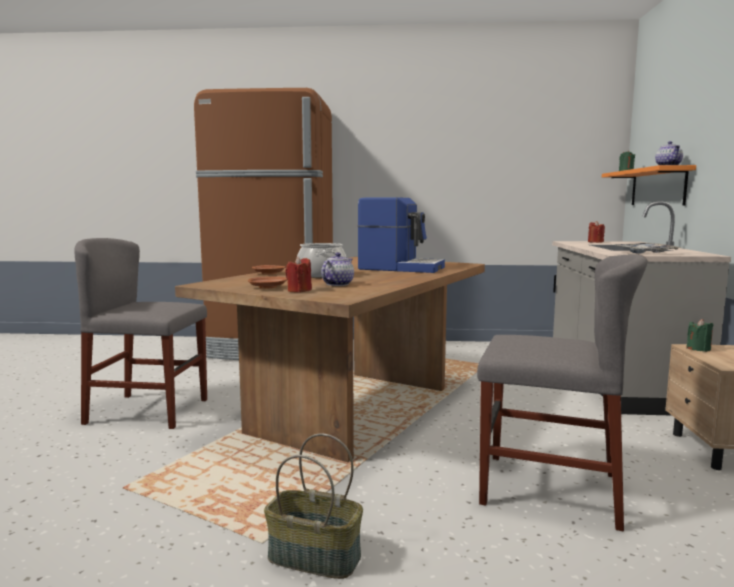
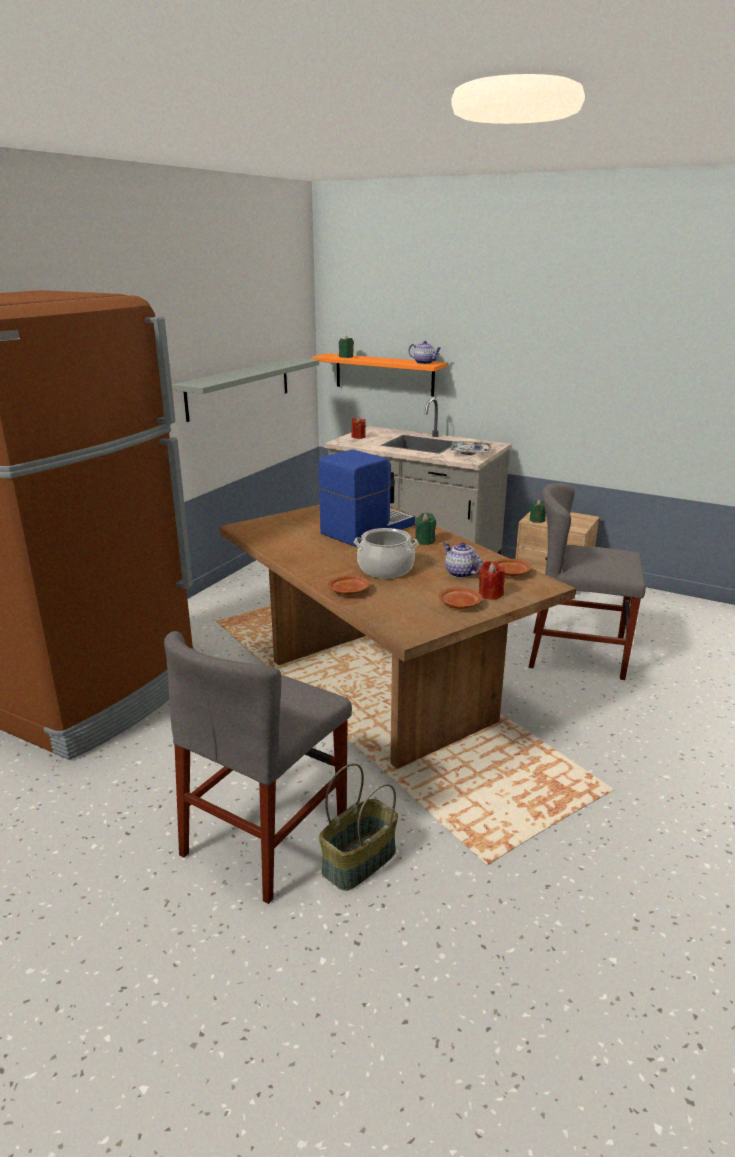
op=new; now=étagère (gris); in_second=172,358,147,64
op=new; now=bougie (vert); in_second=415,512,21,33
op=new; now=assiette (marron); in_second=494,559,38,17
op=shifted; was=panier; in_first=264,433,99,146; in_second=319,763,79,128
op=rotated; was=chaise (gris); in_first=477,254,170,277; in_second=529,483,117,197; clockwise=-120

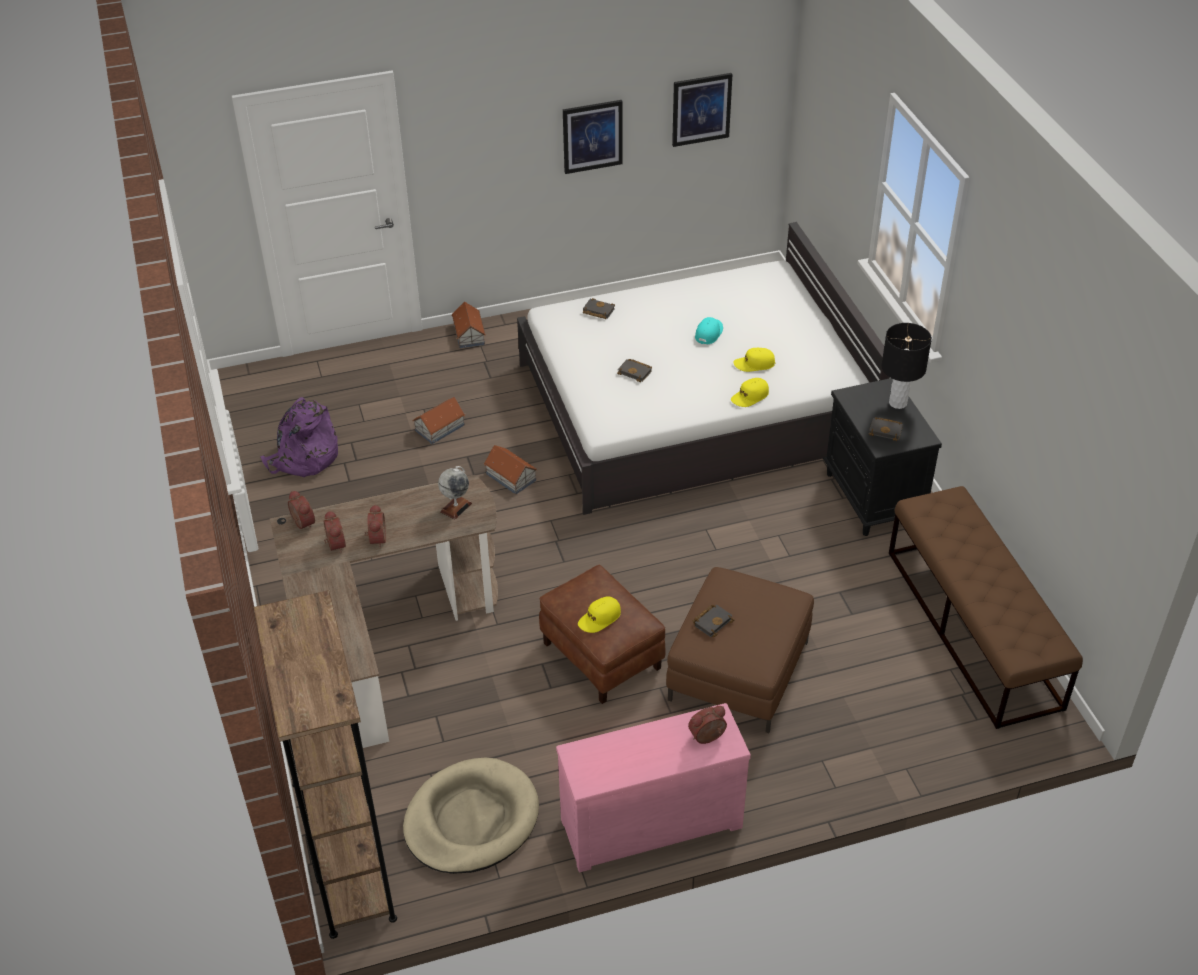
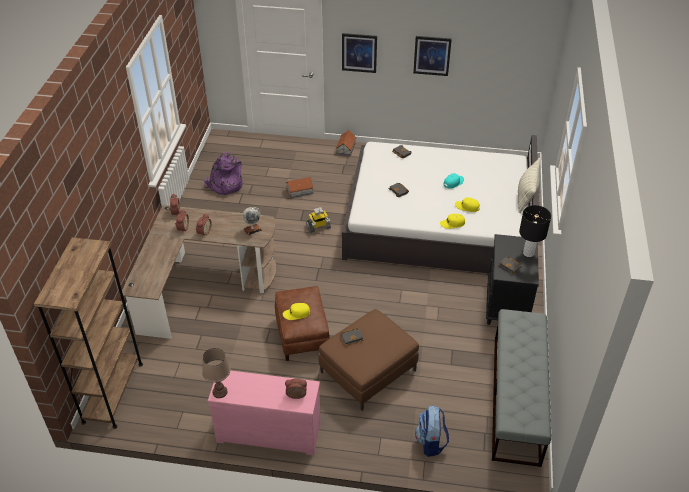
op=gone; was=panier pour chien (beige); in_first=403,758,136,116
op=new; now=lampe de table (marron); in_second=202,348,28,50
op=new; now=sac à dos; in_second=415,405,34,52
op=new; now=coussin; in_second=518,158,22,55
op=shifted; was=tableau; in_first=672,73,60,74; in_second=342,33,35,40
op=swapped; was=maison miniature; now=robot jouet; in_first=484,445,53,49; in_second=306,207,25,26
op=repainted; was=banc (marron); now=banc (gris); in_first=889,486,194,243; in_second=492,309,59,158

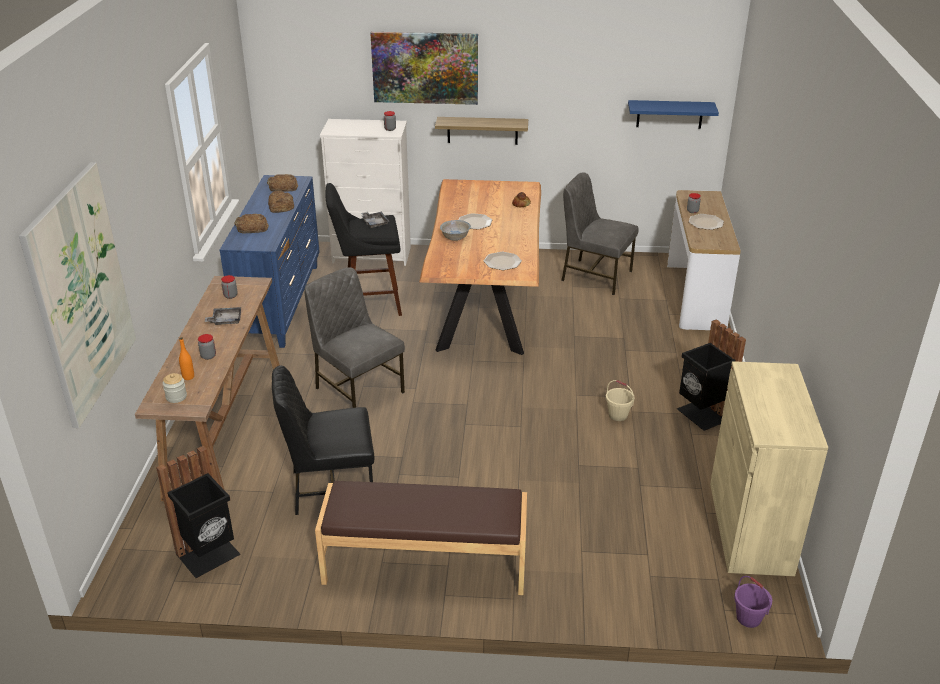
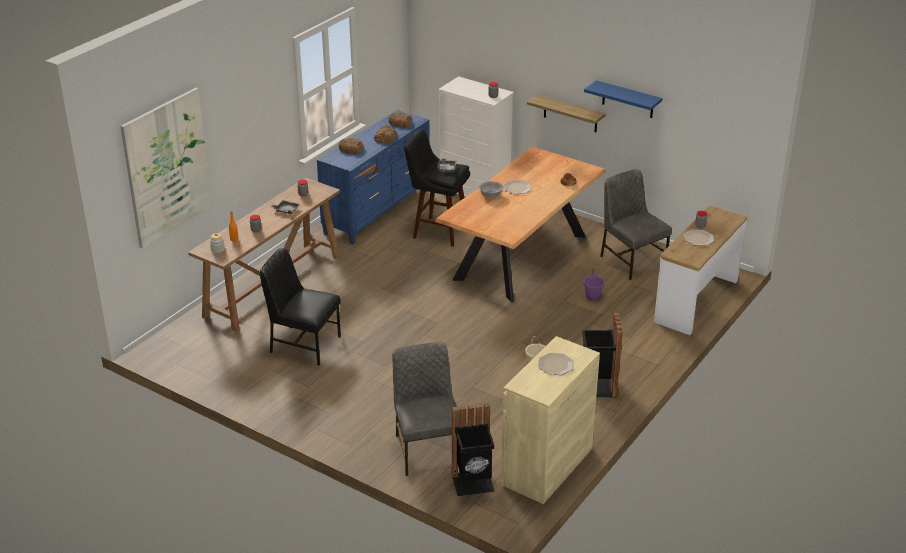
op=gone; was=banc (marron); in_first=315,481,212,114
op=gone; was=tableau; in_first=370,32,108,73
op=shifted; was=poubelle (noir); in_first=156,446,85,132; in_second=452,403,43,93
op=shifted; was=chaise (gris); in_first=304,267,101,141; in_second=392,342,68,134
op=shifted; was=assiette; in_first=484,252,38,18; in_second=538,353,36,22
op=shifted; was=étagère (bleu); in_first=628,100,91,29; in_second=584,80,79,38
op=shifted; was=seau (violet); in_first=734,576,38,52; in_second=583,269,22,32

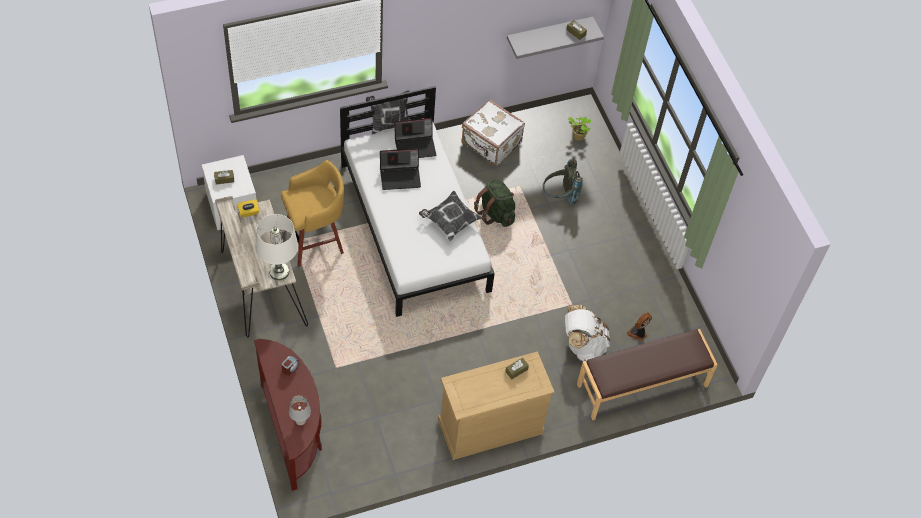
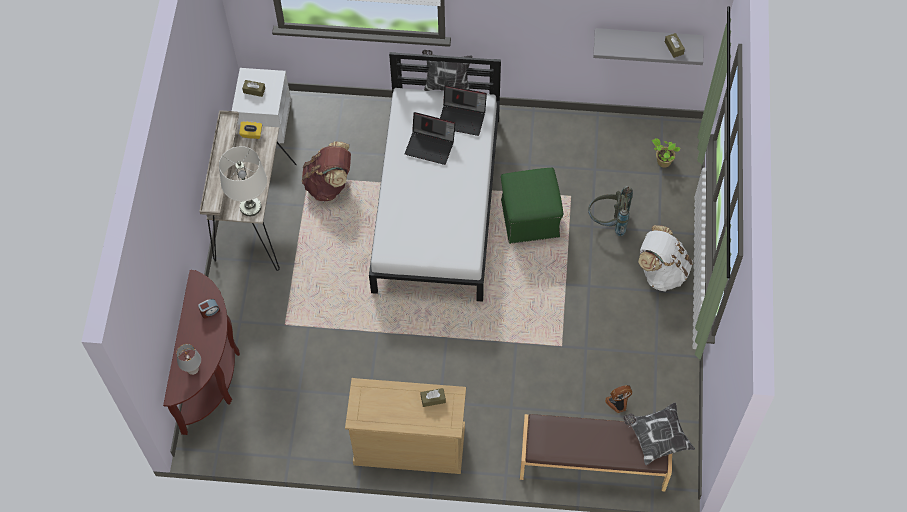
op=gone; was=valise (blanc); in_first=462,99,63,67
op=shifted; was=coussin; in_first=419,191,63,50; in_second=623,403,72,62
op=shifted; was=sac à dos (blanc); in_first=565,305,45,57; in_second=638,225,55,67
op=swapped; was=tabouret (jaune); now=sac à dos (marron); in_first=281,160,63,107; in_second=302,141,49,60
op=swapped; was=sac à dos (vert); now=pouf (vert); in_first=474,179,41,48; in_second=501,167,62,77

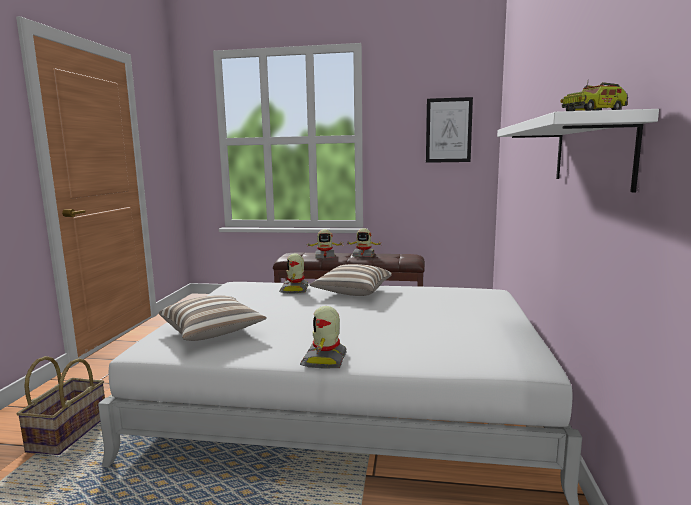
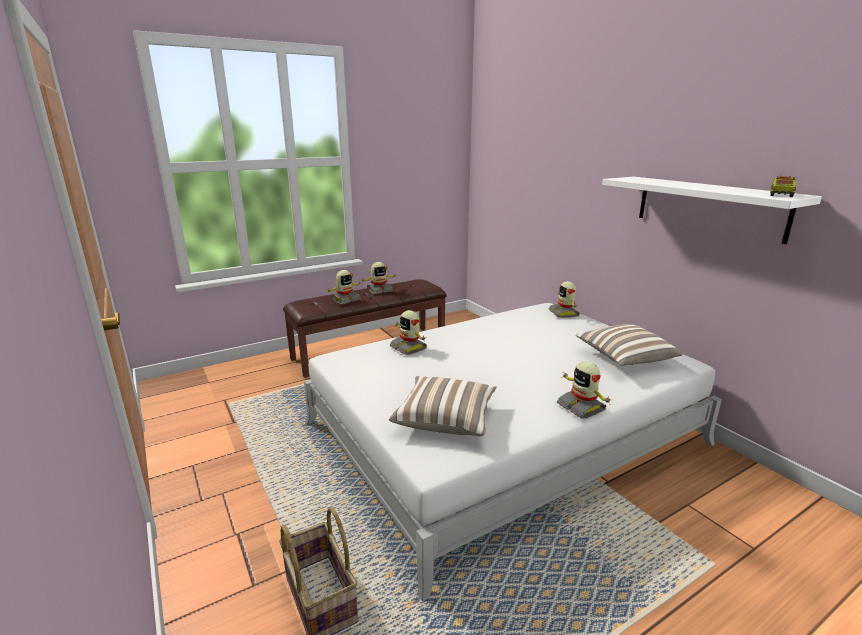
op=gone; was=tableau; in_first=426,97,47,66
op=new; now=robot jouet; in_second=549,281,30,37
op=shifted; was=coussin; in_first=309,264,83,32; in_second=576,324,107,42

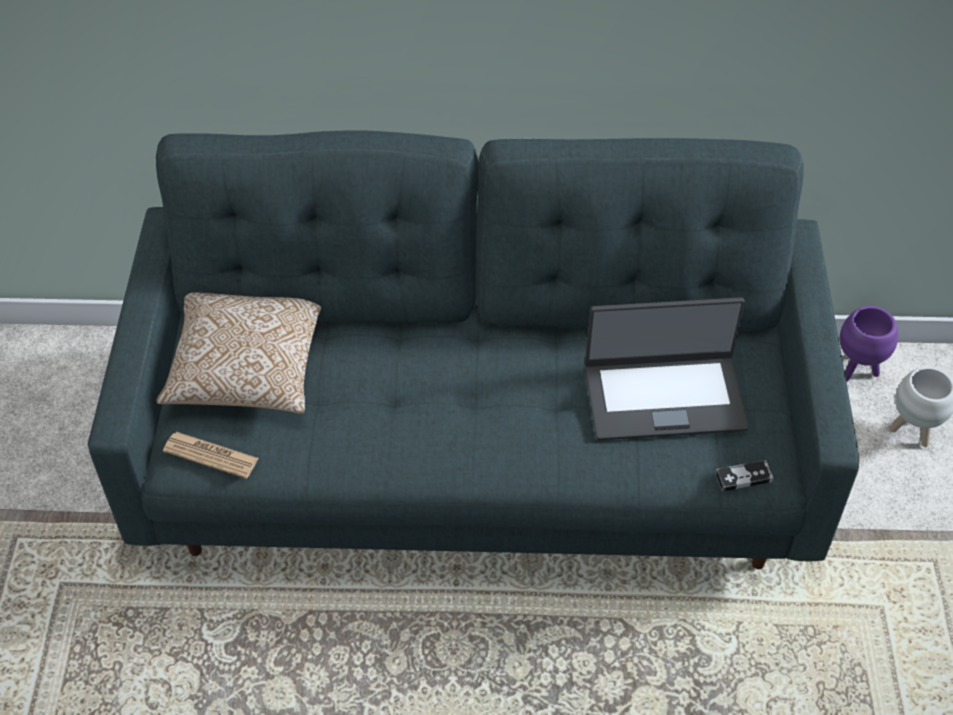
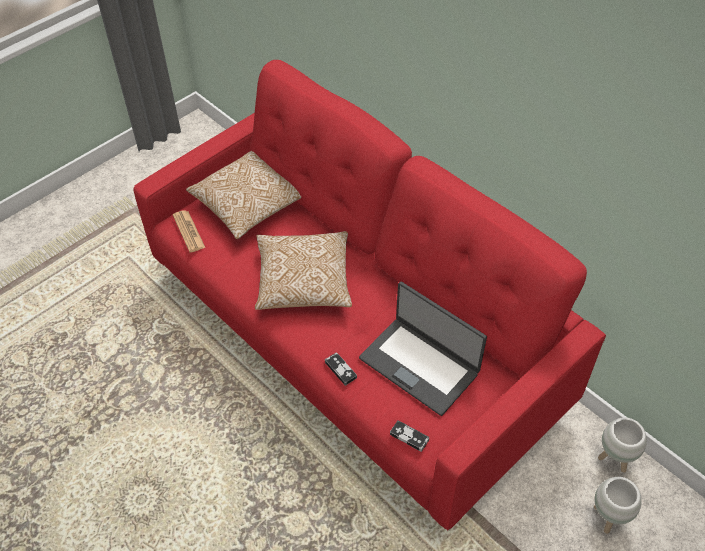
op=new; now=coussin; in_second=255,231,97,79
op=new; now=manette; in_second=325,352,32,34
op=repainted; was=canapé (gris); now=canapé (rouge); in_first=88,130,771,439; in_second=133,60,473,470
op=repainted; was=cache-pot (violet); now=cache-pot (blanc); in_first=840,306,58,76; in_second=598,417,49,56

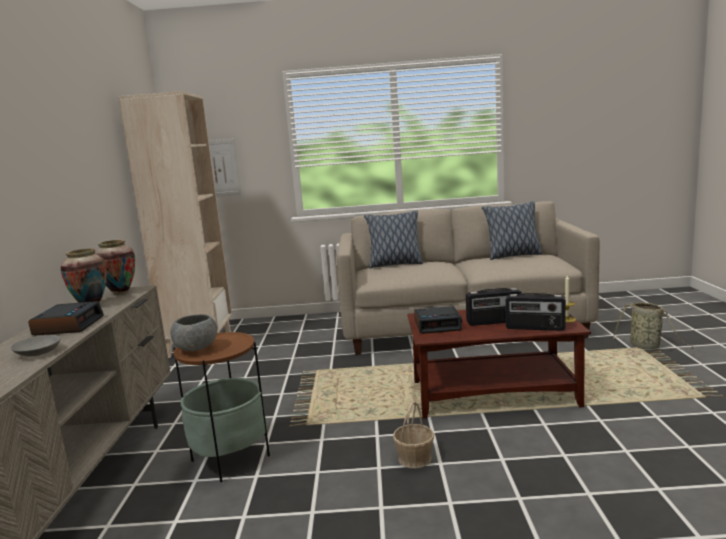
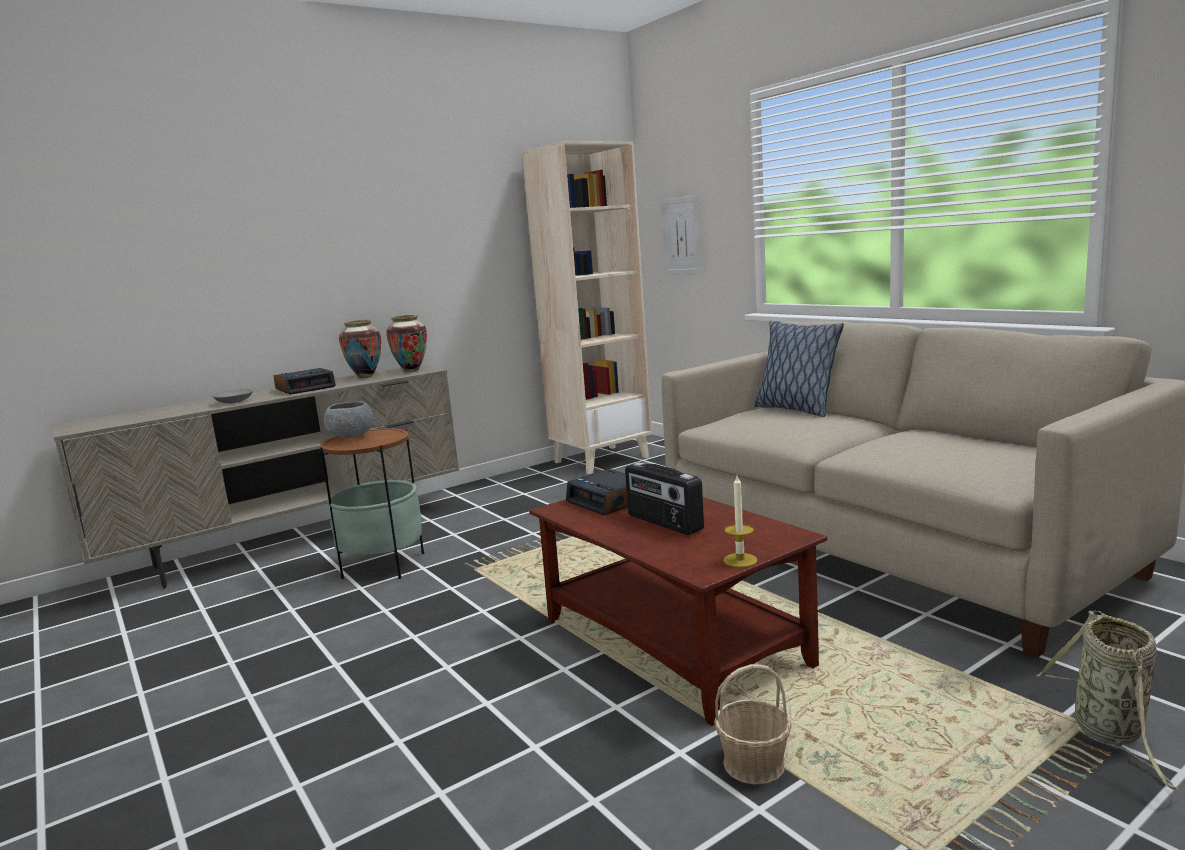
op=gone; was=coussin; in_first=482,201,61,59
op=gone; was=radio; in_first=505,293,61,38
op=shifted; was=panier; in_first=393,401,41,67; in_second=714,664,78,121

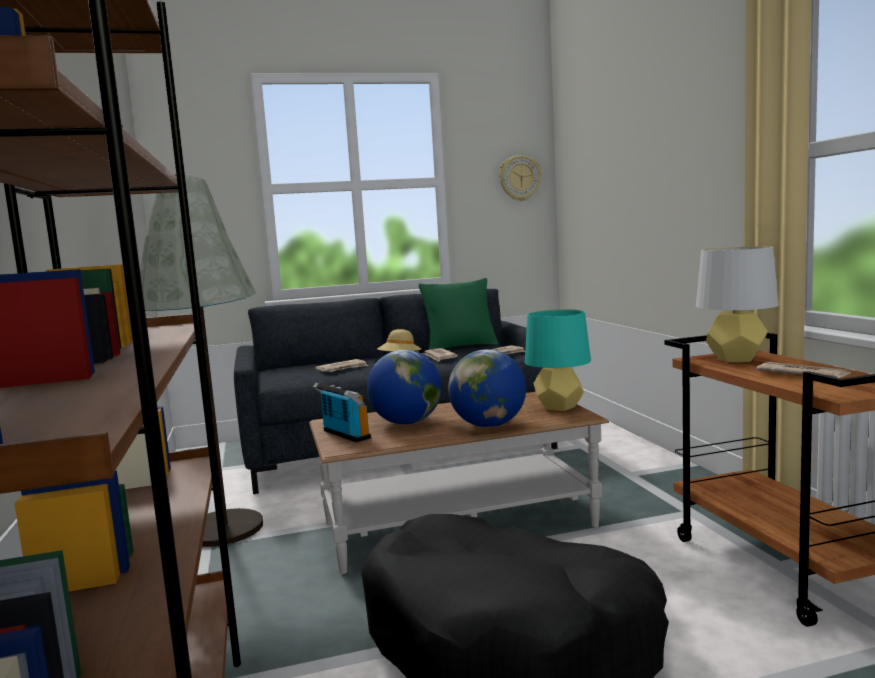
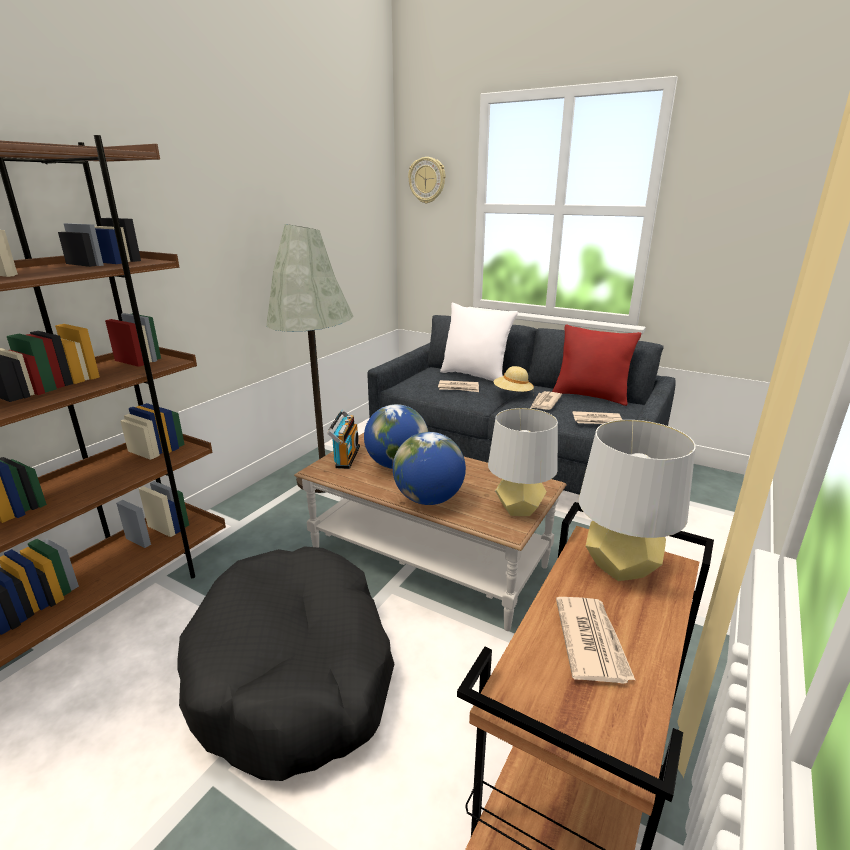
op=new; now=coussin (blanc); in_second=440,303,78,78
op=shifted; was=horloge murale; in_first=499,155,42,46; in_second=408,157,37,47
op=repainted; was=coussin (vert); now=coussin (rouge); in_first=419,278,80,72; in_second=552,324,89,82
op=repainted; was=lampe de table (turquoise); now=lampe de table (gris); in_first=525,309,66,102; in_second=488,408,70,108

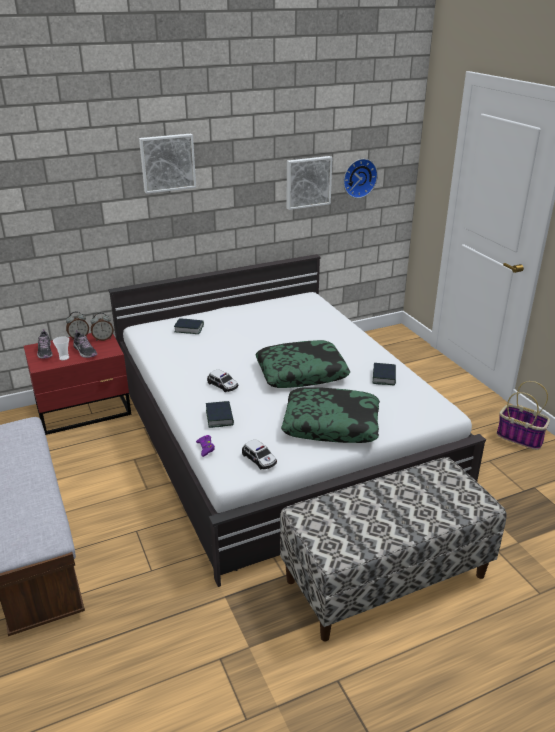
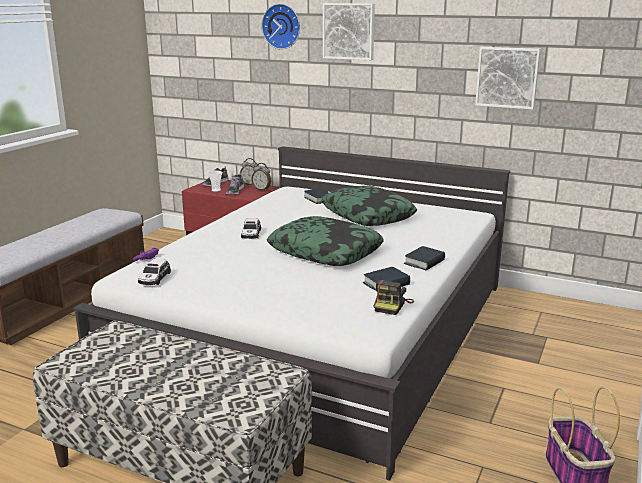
op=new; now=appareil photo; in_second=373,280,41,35
op=shifted; was=livre; in_first=206,401,28,27; in_second=404,246,41,24
op=shifted; was=coussin; in_first=281,388,99,55; in_second=321,186,96,40
op=shifted; was=horloge murale; in_first=343,159,35,39; in_second=262,4,38,46

